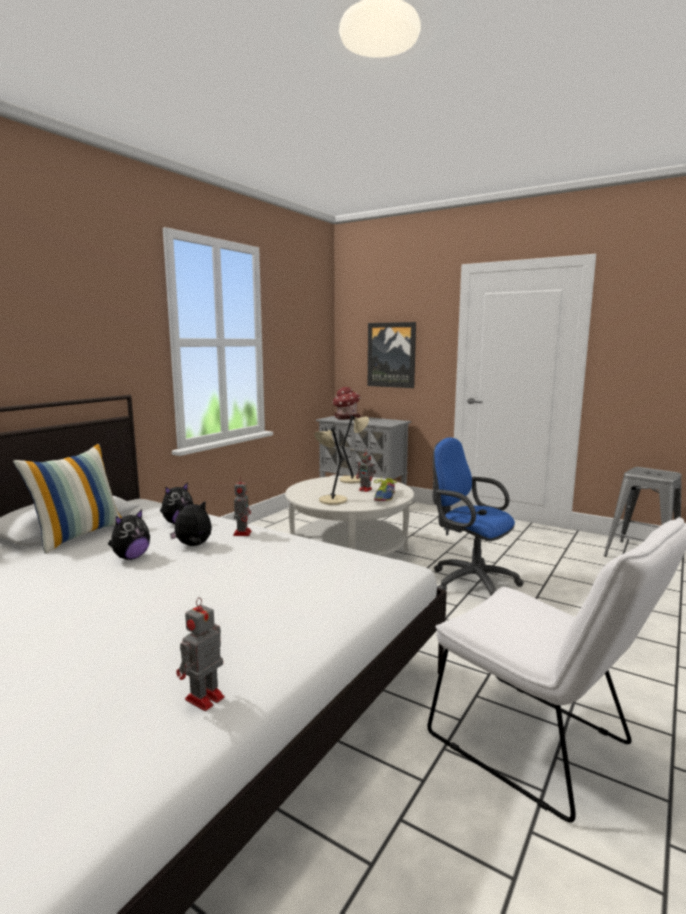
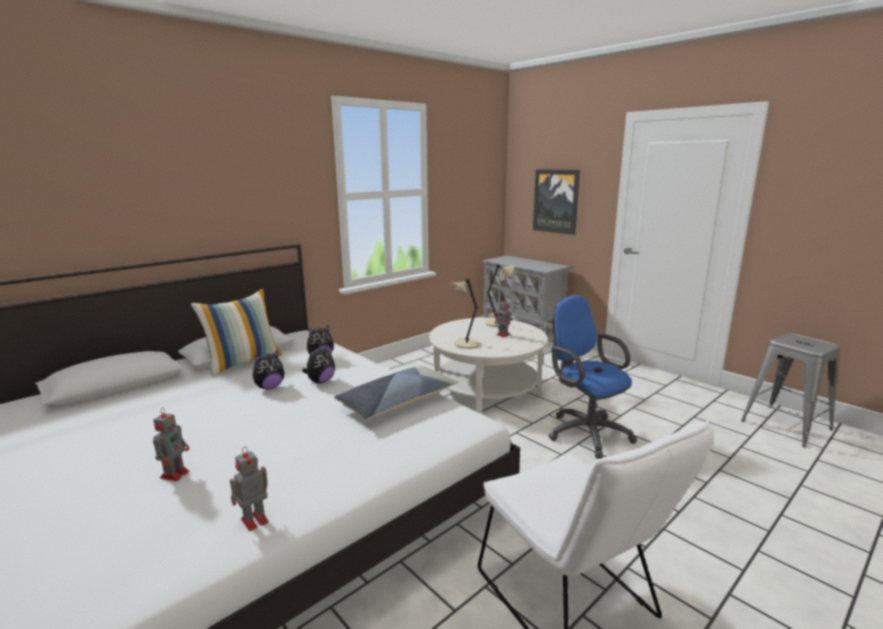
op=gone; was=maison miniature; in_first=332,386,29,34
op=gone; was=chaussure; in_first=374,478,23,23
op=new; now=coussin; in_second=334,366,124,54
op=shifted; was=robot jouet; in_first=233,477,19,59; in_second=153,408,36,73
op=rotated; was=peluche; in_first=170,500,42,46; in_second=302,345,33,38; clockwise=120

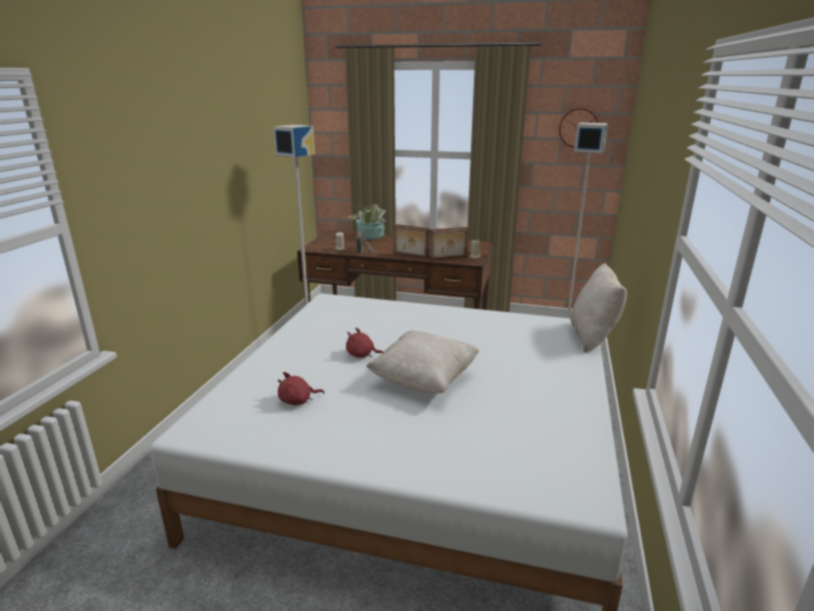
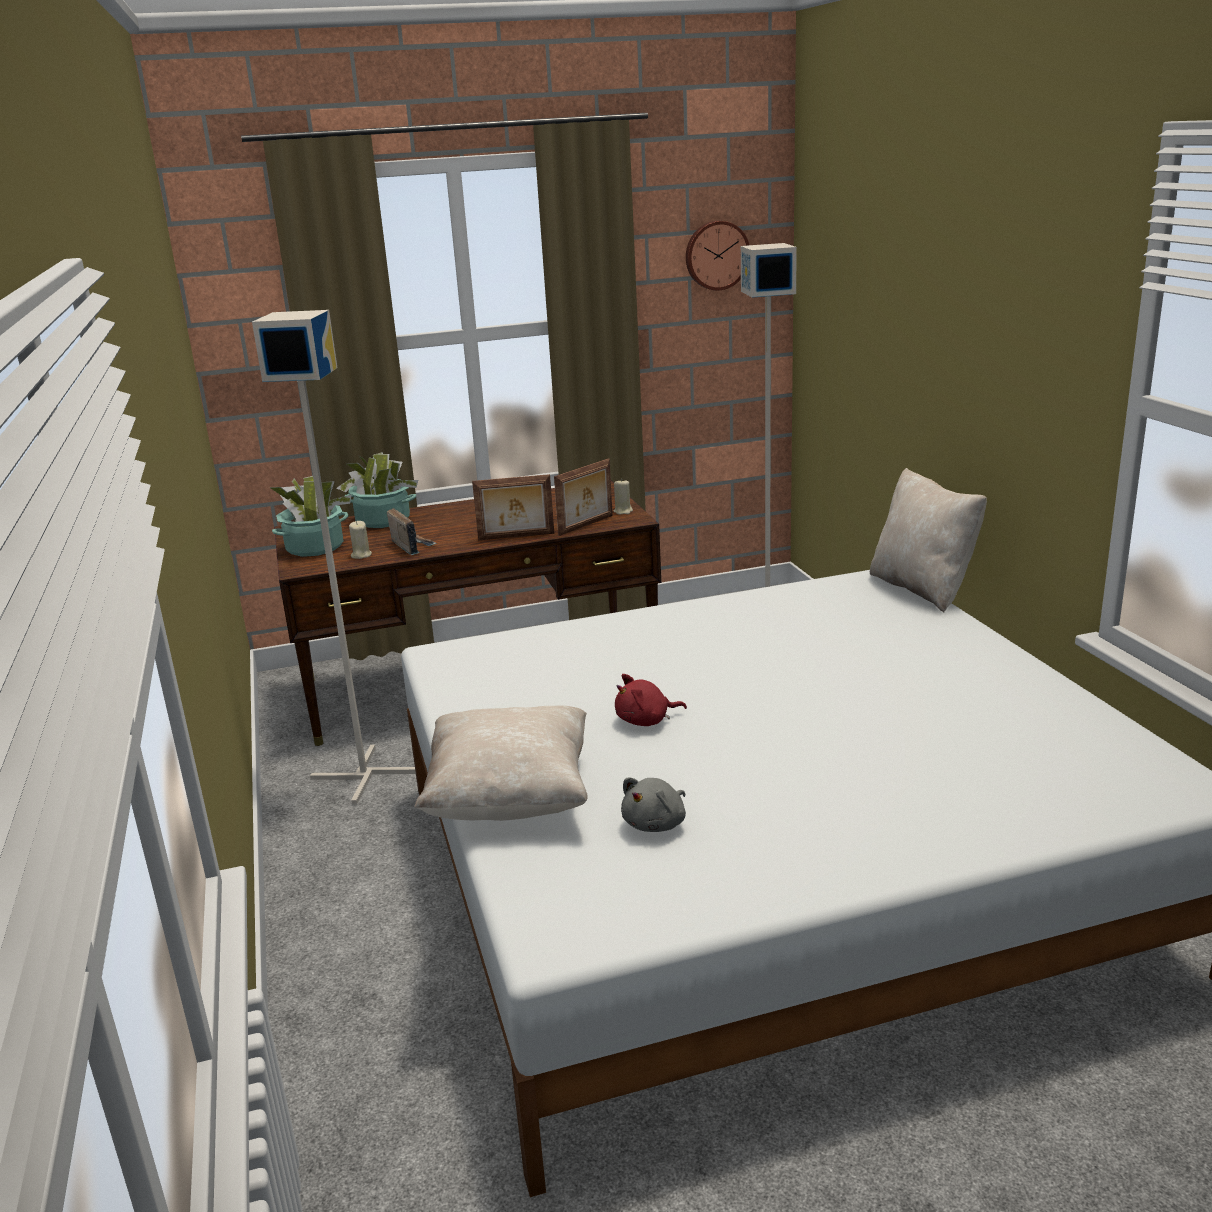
op=new; now=plante en pot; in_second=269,476,83,81
op=shifted; was=coussin (beige); in_first=366,330,114,63; in_second=414,705,174,116
op=repainted; was=peluche (rouge); now=peluche (gris); in_first=278,372,47,33; in_second=621,777,65,55

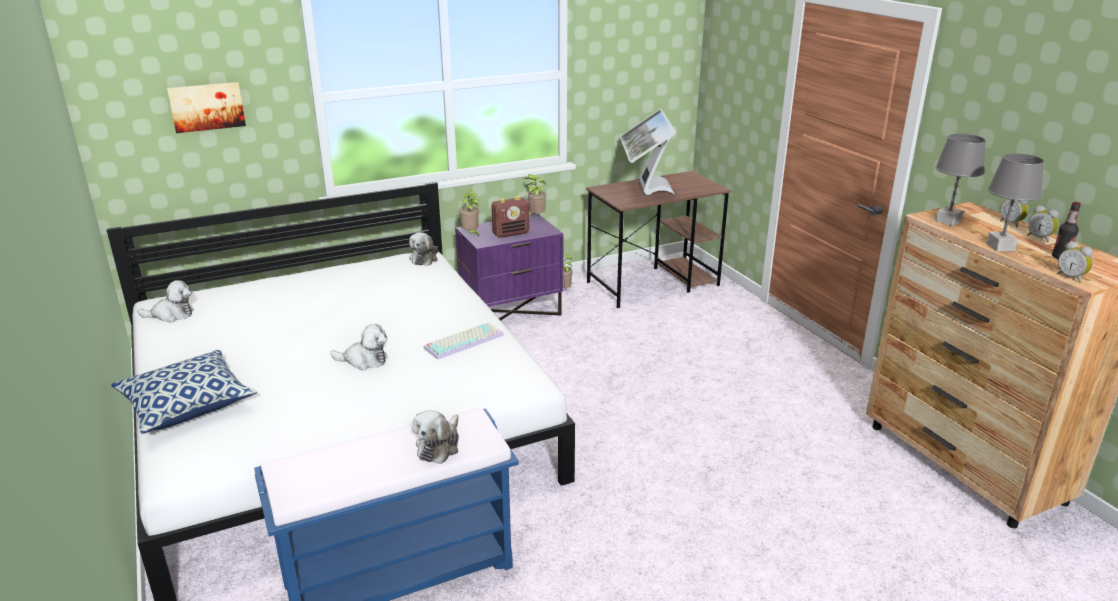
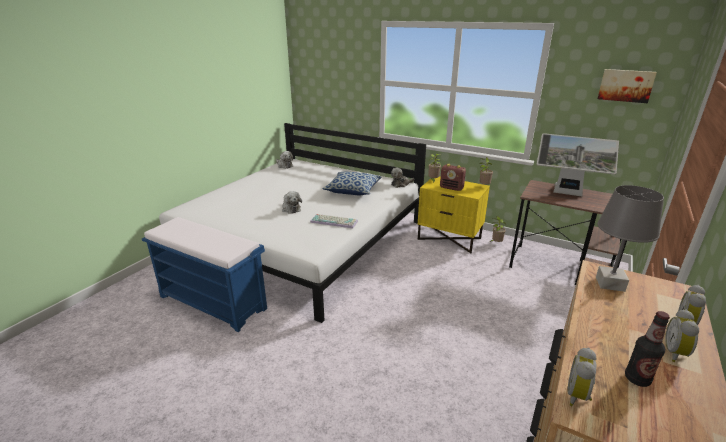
op=gone; was=peluche; in_first=412,410,47,54
op=gone; was=lampe de table (gris); in_first=986,153,58,98
op=shifted; was=coussin; in_first=111,350,146,84; in_second=322,172,60,23
op=shifted; was=tableau; in_first=167,82,79,51; in_second=598,69,59,34
op=repainted; was=table de chevet (violet); now=table de chevet (jaune); in_first=455,214,108,107; in_second=418,176,72,77
op=rotated; was=écran d'ordinateur; in_first=620,109,56,86; in_second=537,133,82,63; clockwise=-120

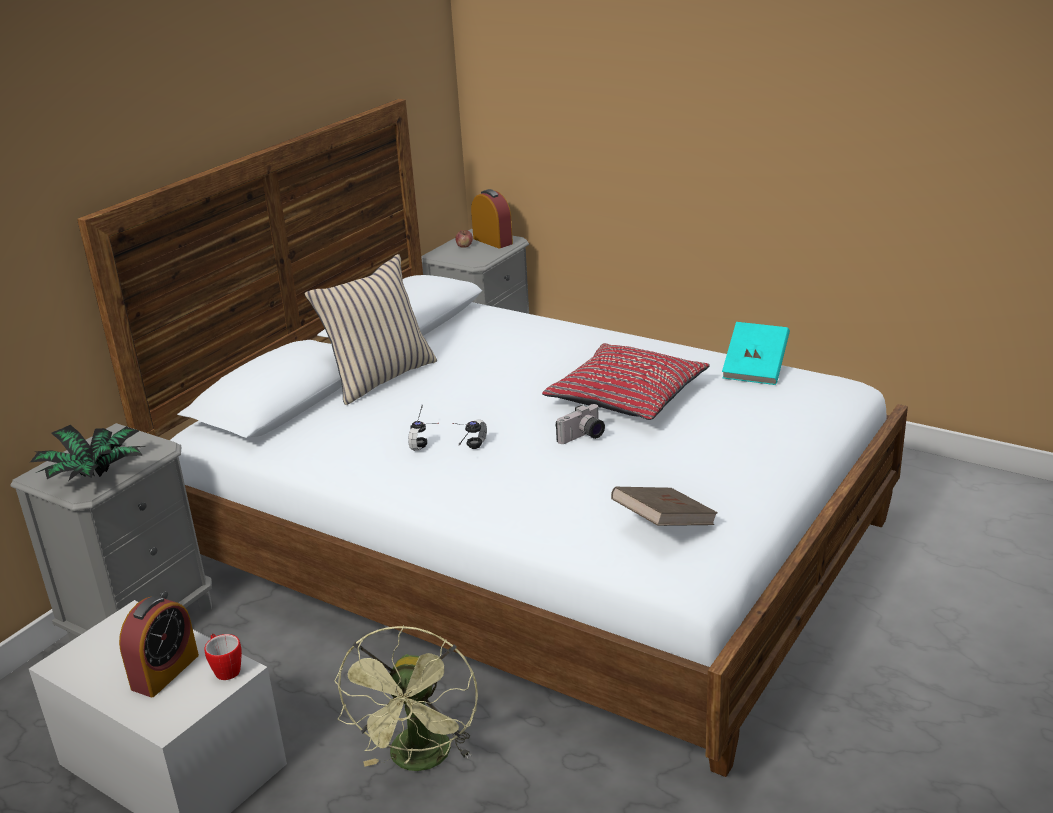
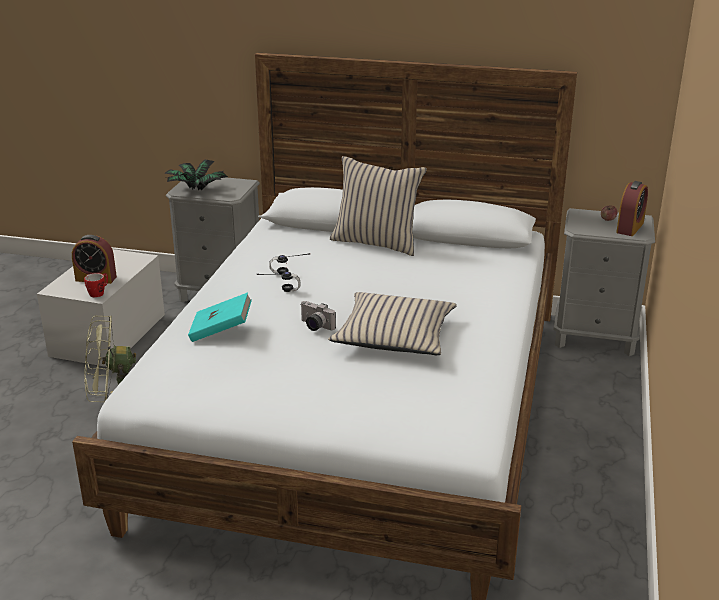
op=gone; was=livre (marron); in_first=611,487,107,39
op=shifted; was=livre (turquoise); in_first=722,322,68,63; in_second=188,292,64,50
op=repainted; was=coussin (rouge); now=coussin (beige); in_first=542,343,168,77; in_second=328,292,129,63

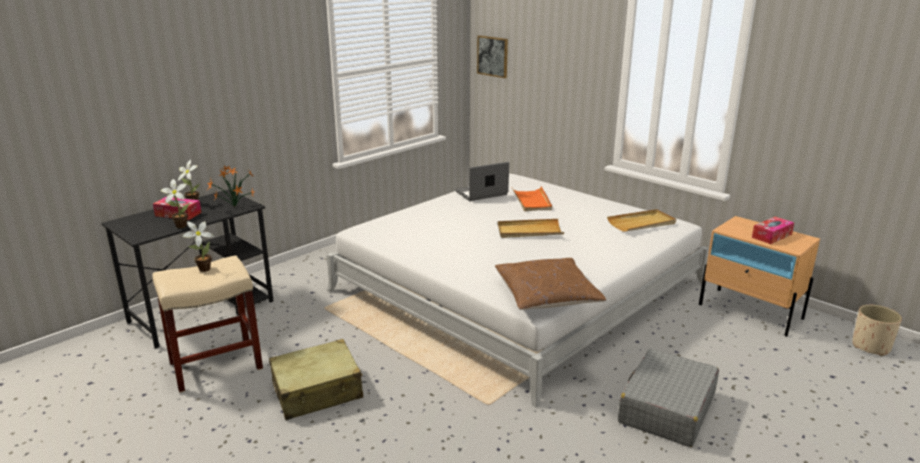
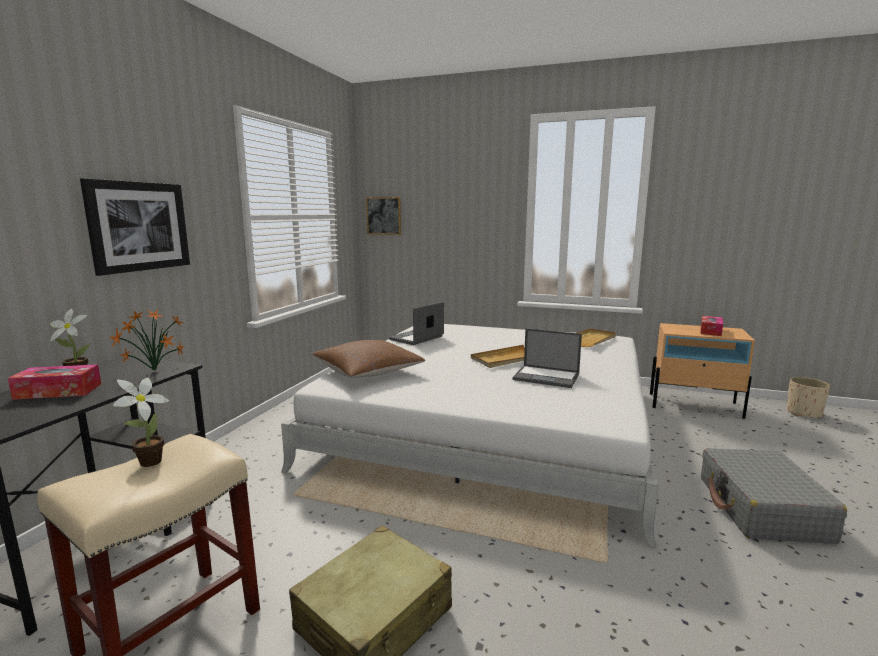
op=gone; was=plante en pot; in_first=161,179,29,49
op=gone; was=plateau (orange); in_first=512,186,40,25
op=new; now=tableau; in_second=80,178,110,98
op=new; now=ordinateur portable; in_second=513,328,69,60
op=shifted; was=coussin (marron); in_first=495,258,111,52; in_second=312,340,113,38

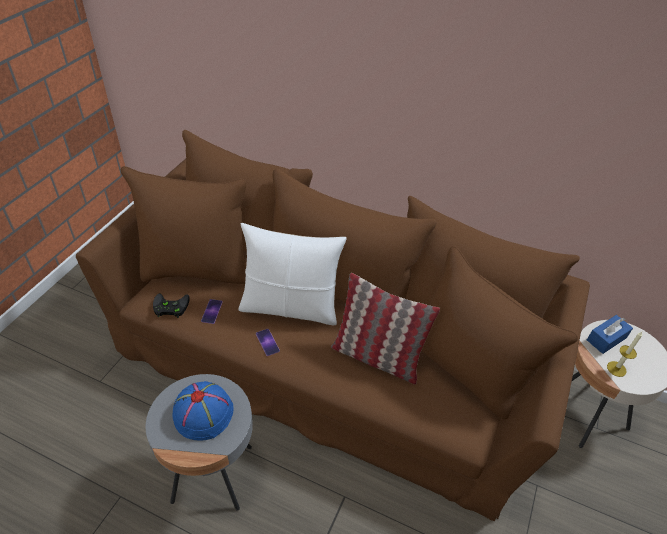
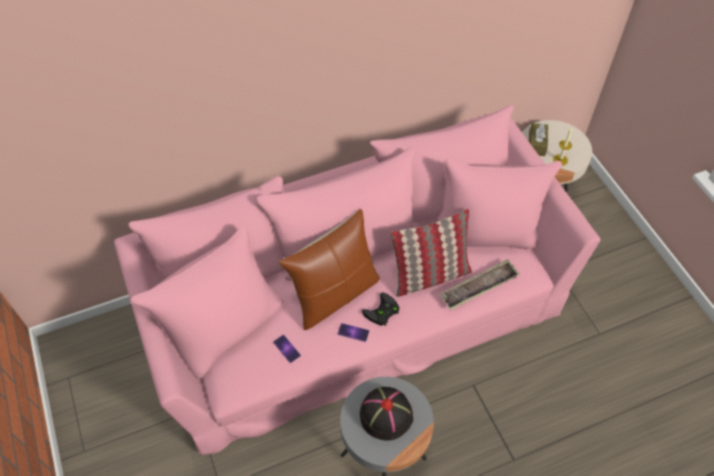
op=new; now=plateau; in_second=440,259,80,51
op=shifted; was=manette (noir); in_first=153,293,37,25; in_second=362,293,37,33
op=repainted; was=canapé (marron); now=canapé (rose); in_first=76,130,514,391; in_second=114,105,486,350
op=repainted; was=chapeau (bleu); now=chapeau (noir); in_first=171,381,62,60; in_second=360,387,53,54
op=repainted; was=coussin (blanc); now=coussin (marron); in_first=238,223,109,103; in_second=278,209,102,121
op=repainted; was=boîte à mouchoirs (bleu); now=boîte à mouchoirs (marron); in_first=587,315,46,39; in_second=529,123,19,33

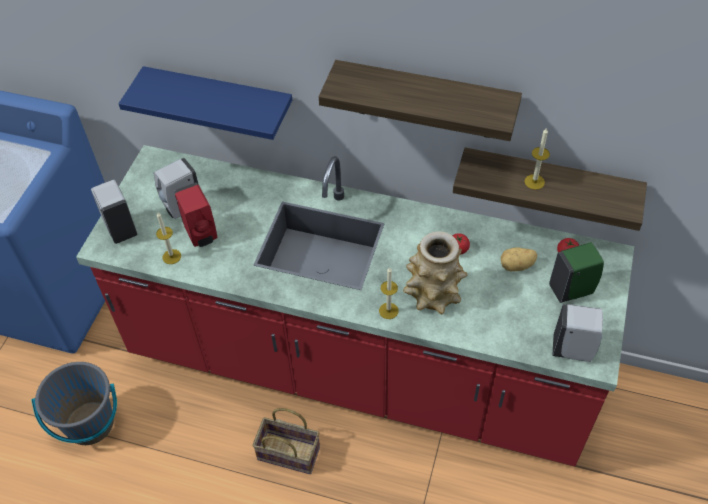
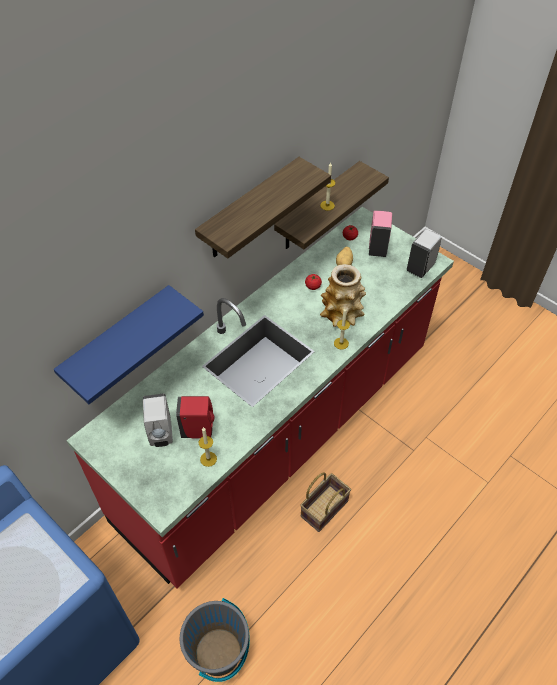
op=gone; was=distributeur de savon (blanc); in_first=91,180,46,64
op=repainted; was=distributeur de savon (vert); now=distributeur de savon (rose); in_first=549,242,55,61; in_second=369,211,23,46

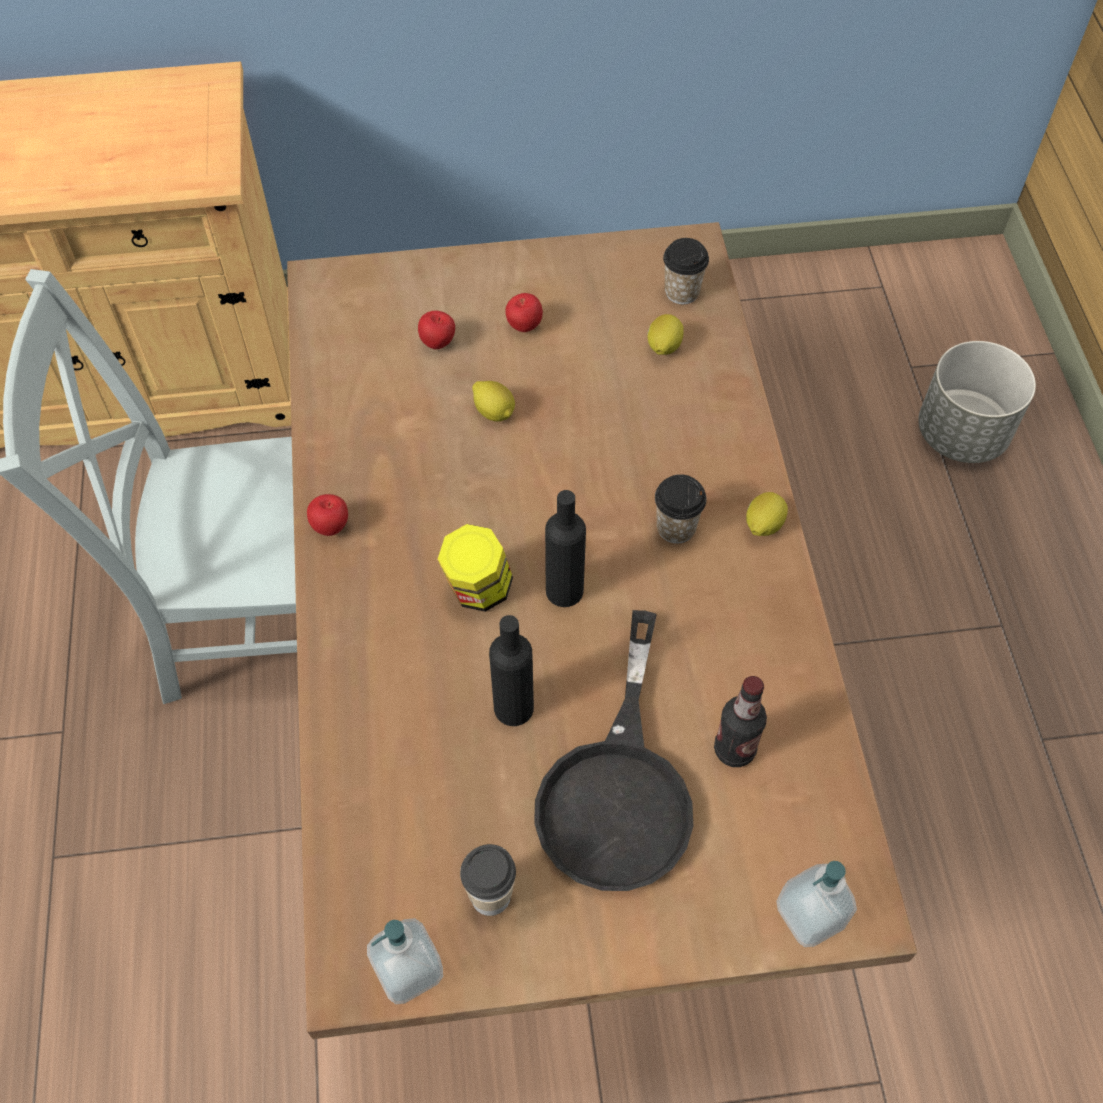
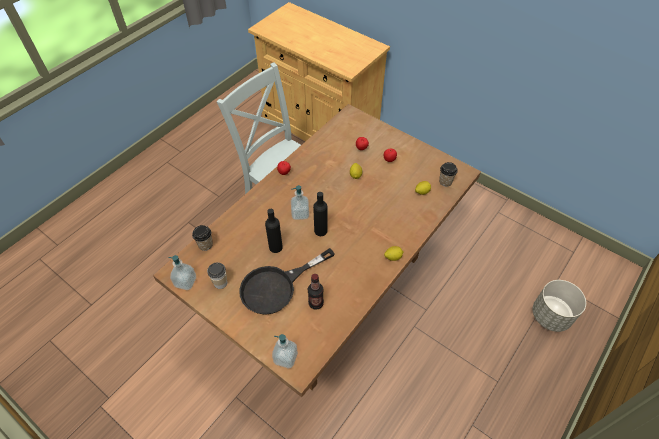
op=shifted; was=tasse; in_first=655,474,52,70; in_second=192,225,21,26
op=swapped; was=bocal; now=distributeur de savon; in_first=438,524,75,88; in_second=291,185,18,35

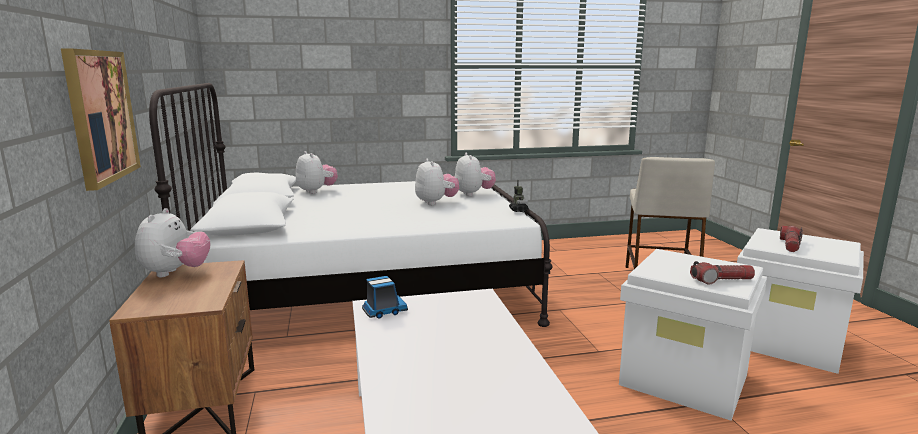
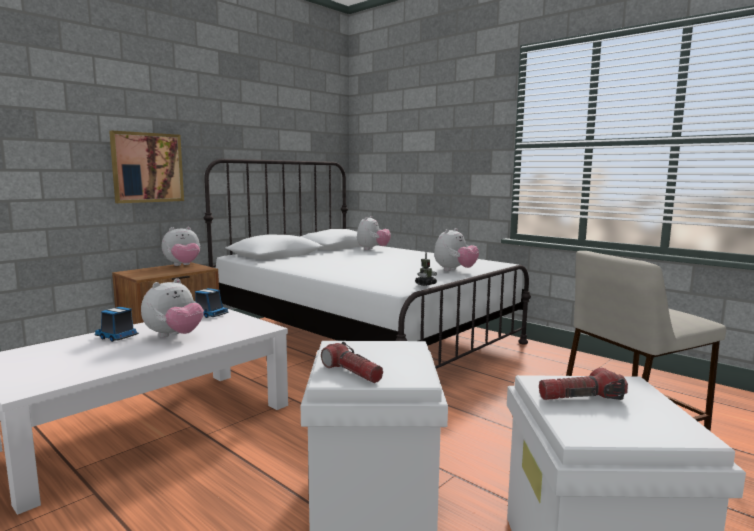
op=new; now=camion jouet; in_second=95,307,44,35
op=shifted; was=peluche; in_first=415,159,44,46; in_second=141,278,63,60

